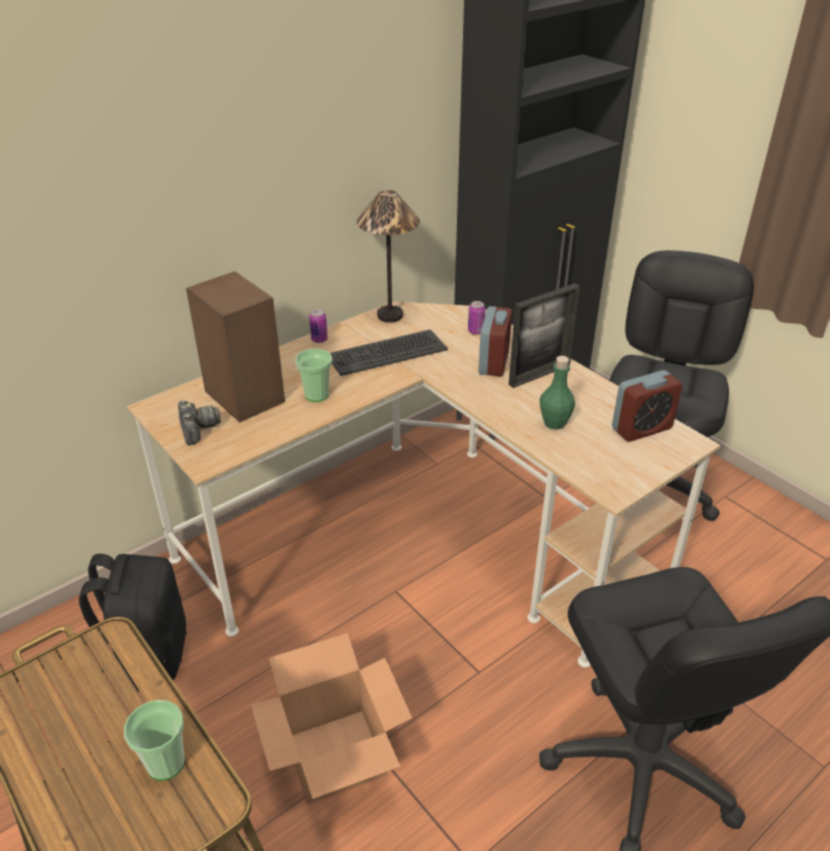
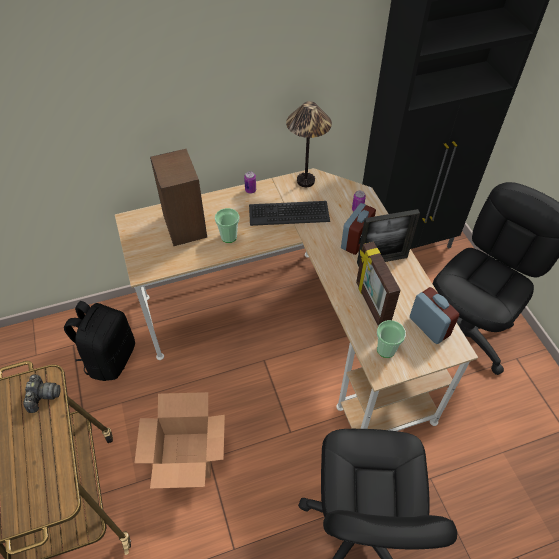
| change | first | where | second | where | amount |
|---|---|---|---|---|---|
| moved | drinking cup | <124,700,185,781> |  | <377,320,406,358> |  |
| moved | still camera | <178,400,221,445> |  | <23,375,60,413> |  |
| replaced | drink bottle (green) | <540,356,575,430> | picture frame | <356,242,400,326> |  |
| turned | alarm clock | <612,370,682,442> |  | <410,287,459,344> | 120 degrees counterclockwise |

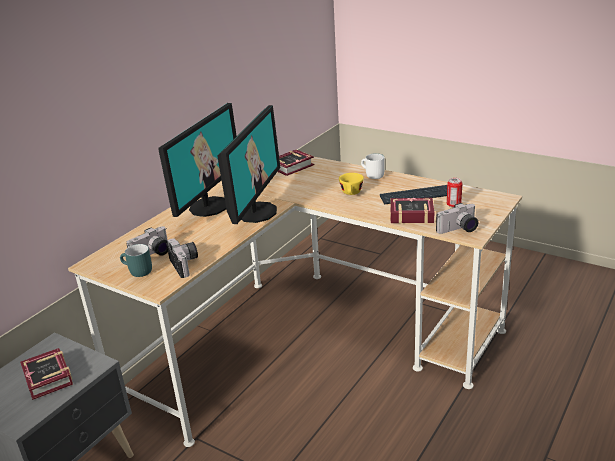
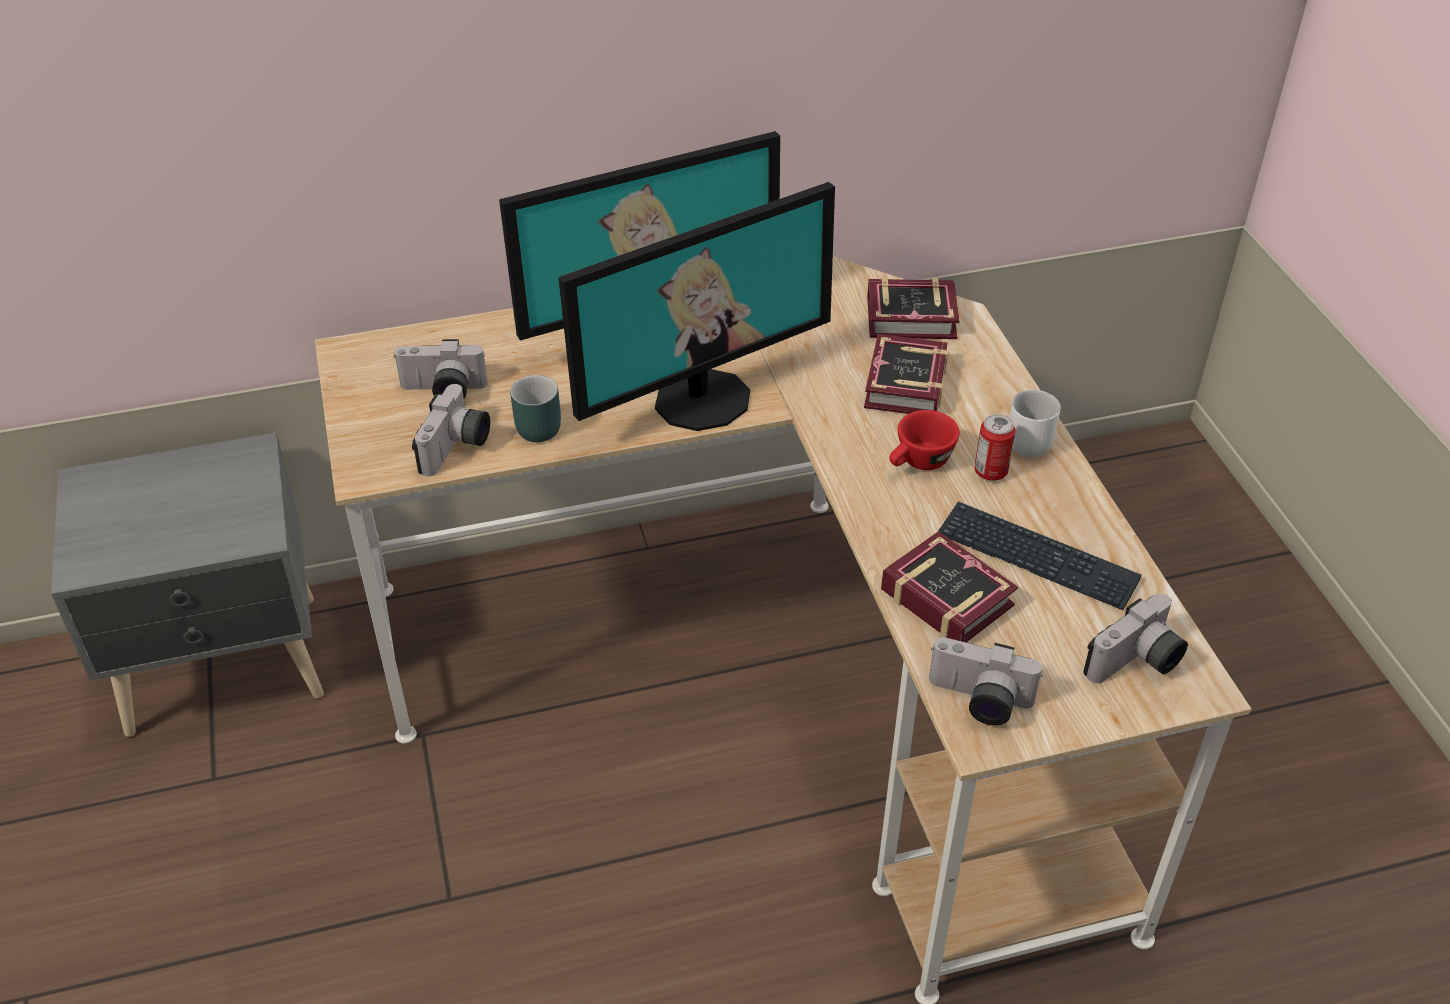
| change | first | where | second | where | amount |
|---|---|---|---|---|---|
| added |  |  | still camera | <1083,593,1188,683> |  |
| moved | volume | <20,348,73,400> |  | <864,334,949,414> |  |
| moved | mug (blue-green) | <120,244,152,277> |  | <510,375,561,442> |  |
| moved | can | <447,178,462,208> |  | <974,414,1015,481> |  |
| recoloured | drinking cup (yellow) | <339,173,364,195> | drinking cup (red) | <889,410,960,470> |  |

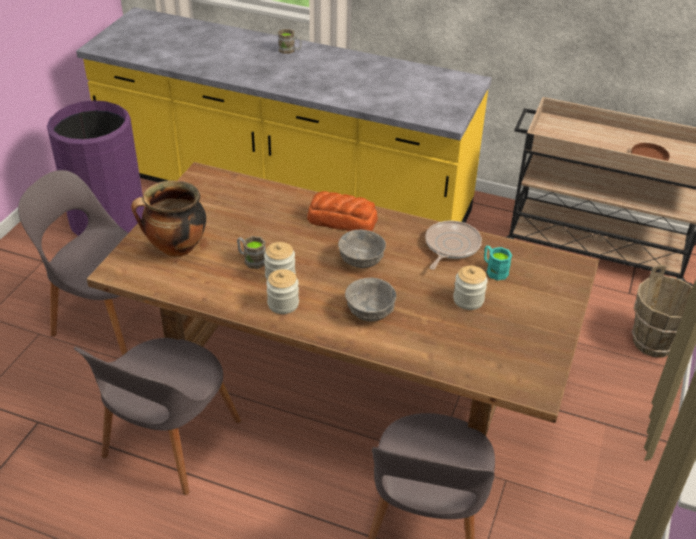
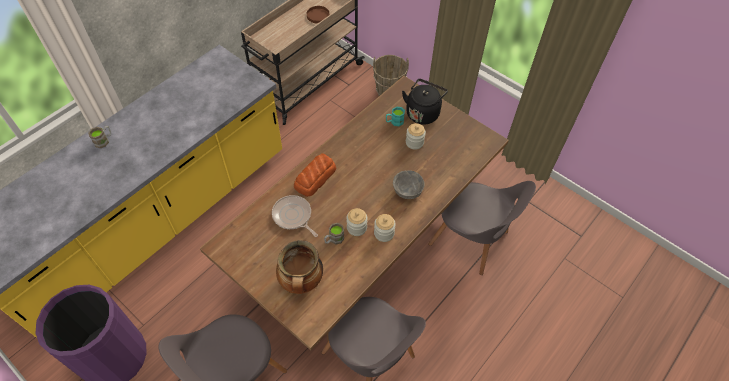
| change | first | where | second | where | amount |
|---|---|---|---|---|---|
| removed | bowl (grey) | <338,229,386,268> |  |  |  |
| added |  |  | tea kettle (black) | <402,79,448,125> |  |
| moved | pan | <425,221,482,270> |  | <272,195,318,237> |  |

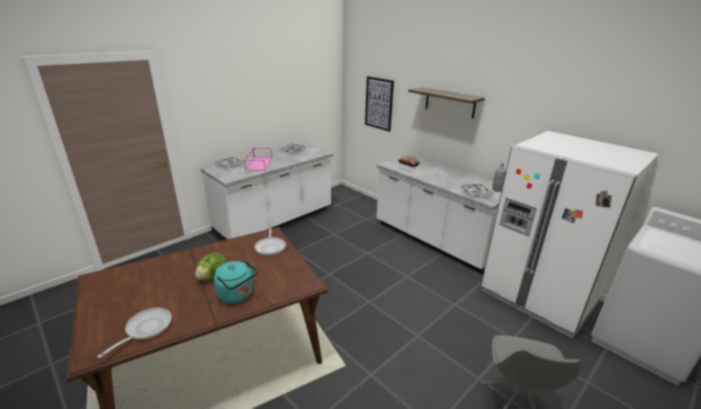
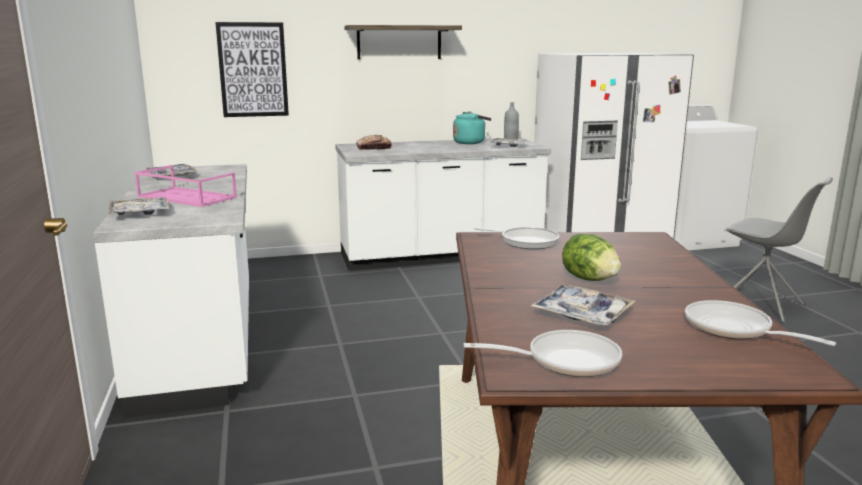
| change | first | where | second | where | amount |
|---|---|---|---|---|---|
| added |  |  | pan | <464,330,622,377> |  |
| added |  |  | tray | <531,284,635,326> |  |
| moved | tea kettle (blue-green) | <213,260,258,303> |  | <453,111,491,144> |  |

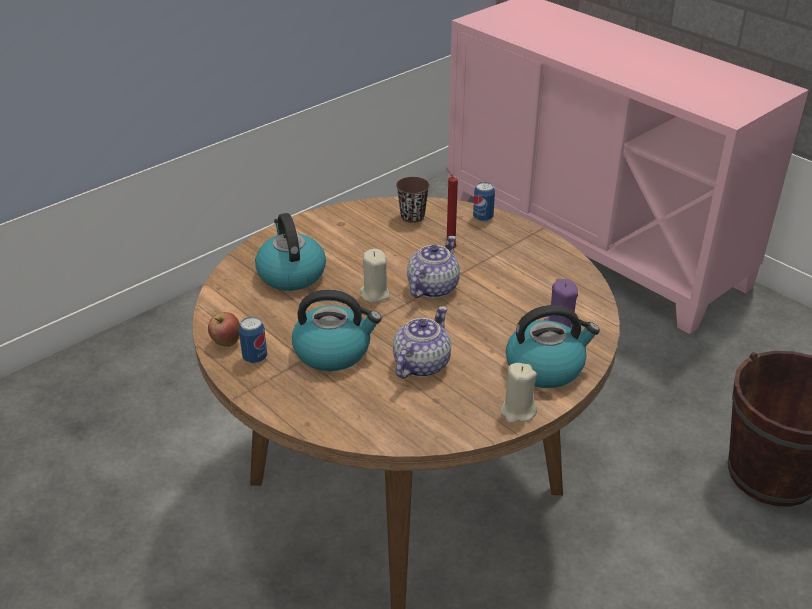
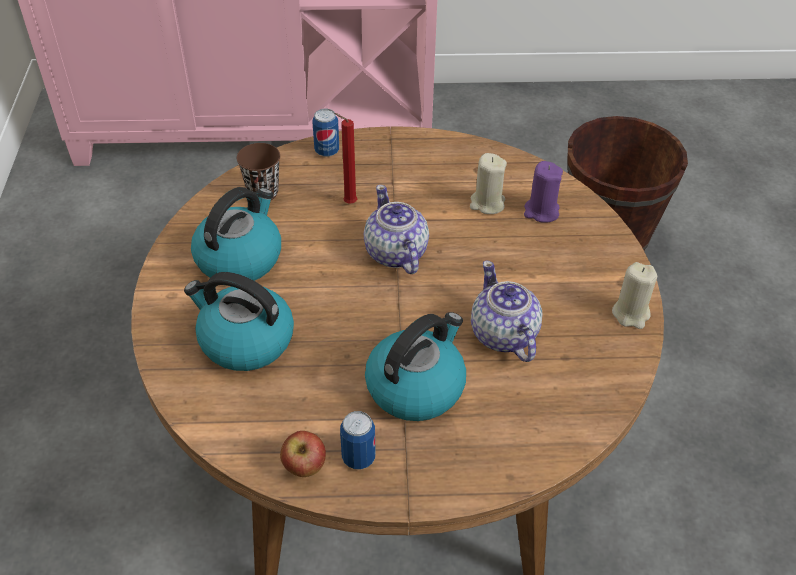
| change | first | where | second | where | amount |
|---|---|---|---|---|---|
| moved | candle (sand-coloured) | <360,249,390,303> |  | <470,153,507,214> |  |
| moved | tea kettle | <506,305,600,388> |  | <191,187,281,281> |  |

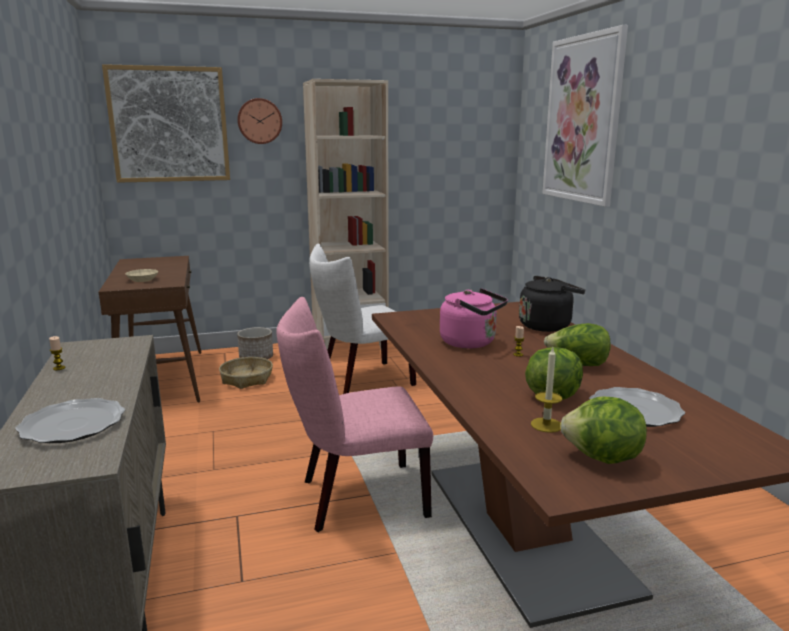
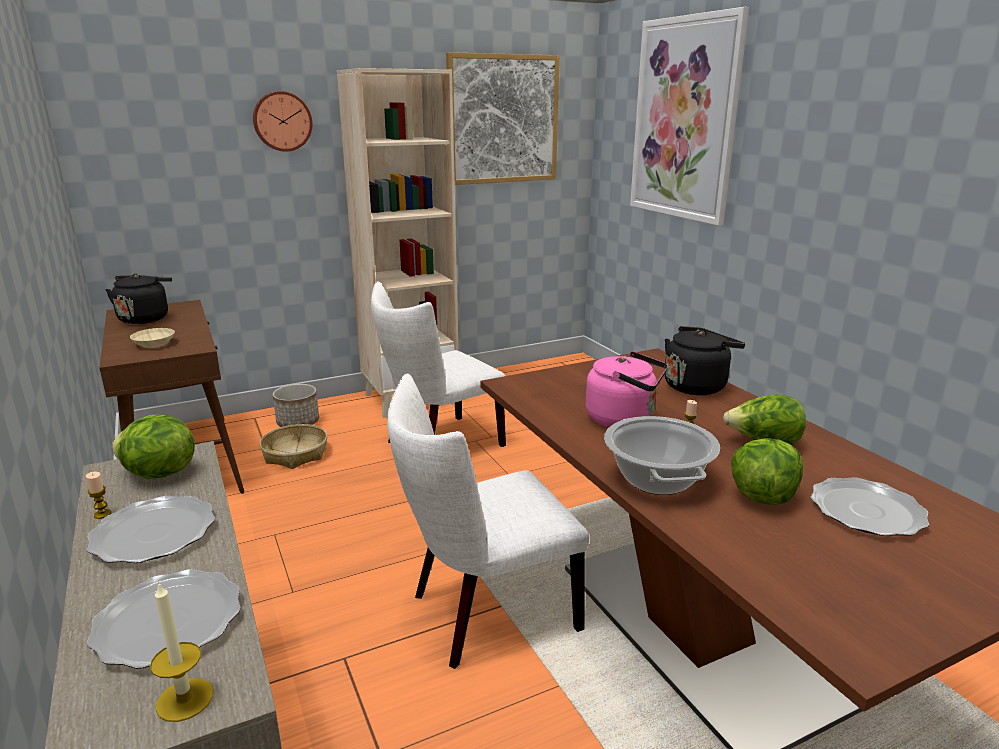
| change | first | where | second | where | amount |
|---|---|---|---|---|---|
| added |  |  | dinner plate | <87,496,215,563> |  |
| added |  |  | tea kettle (black) | <106,274,172,324> |  |
| added |  |  | saucepot | <604,416,720,495> |  |
| moved | picture | <102,64,230,183> |  | <446,52,560,185> |  |
| moved | candle | <531,347,562,433> |  | <150,582,213,722> |  |
| moved | lettuce head | <560,397,647,464> |  | <112,415,195,479> |  |
| recoloured | chair (pinkish) | <276,297,433,532> | chair (whitish) | <387,374,589,669> |  |

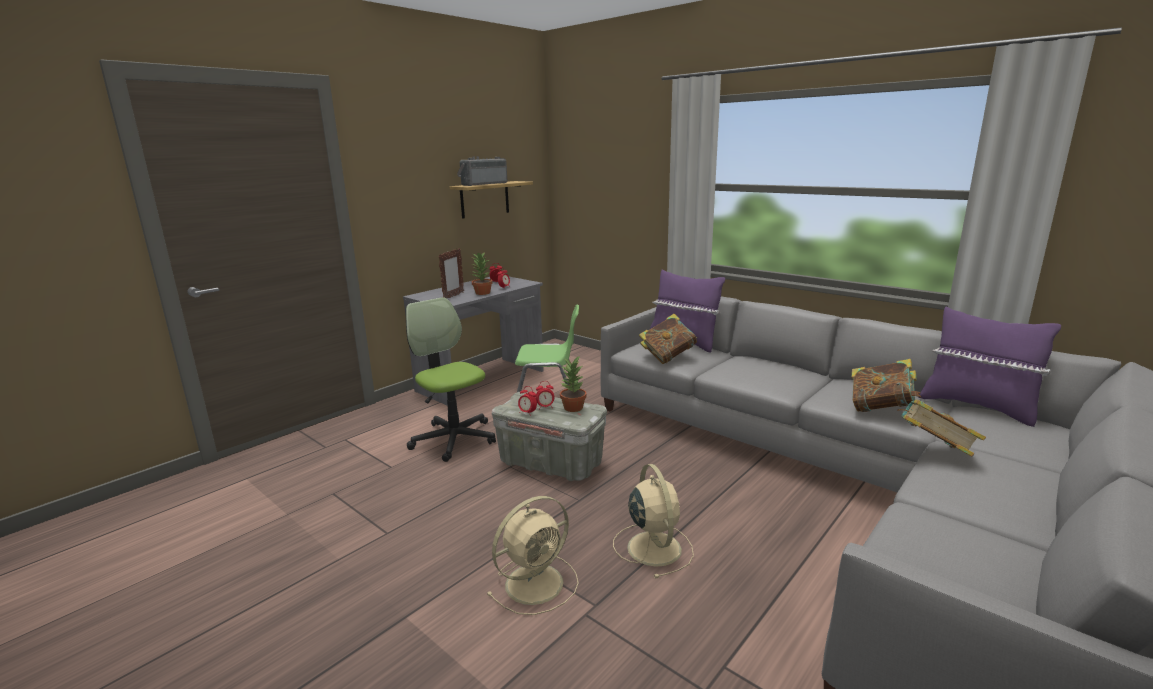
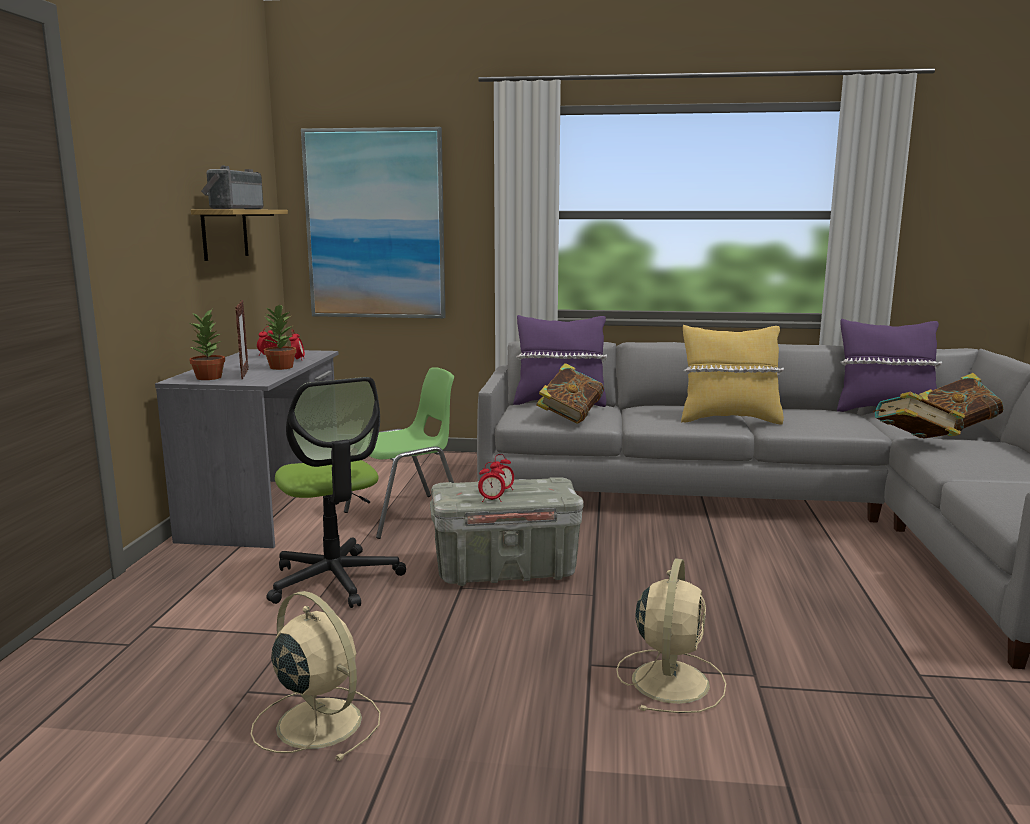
| change | first | where | second | where | amount |
|---|---|---|---|---|---|
| added |  |  | picture | <301,127,446,318> |  |
| added |  |  | throw pillow (yellow) | <681,325,784,425> |  |
| moved | plant in a pot | <560,356,587,412> |  | <188,309,225,380> |  |
| moved | fan (sand-coloured) | <613,464,694,578> |  | <251,591,380,761> |  |
| moved | volume | <852,359,921,412> |  | <919,373,1003,431> |  |
| turned | office chair | <406,297,496,462> |  | <266,377,406,608> | 135 degrees counterclockwise |

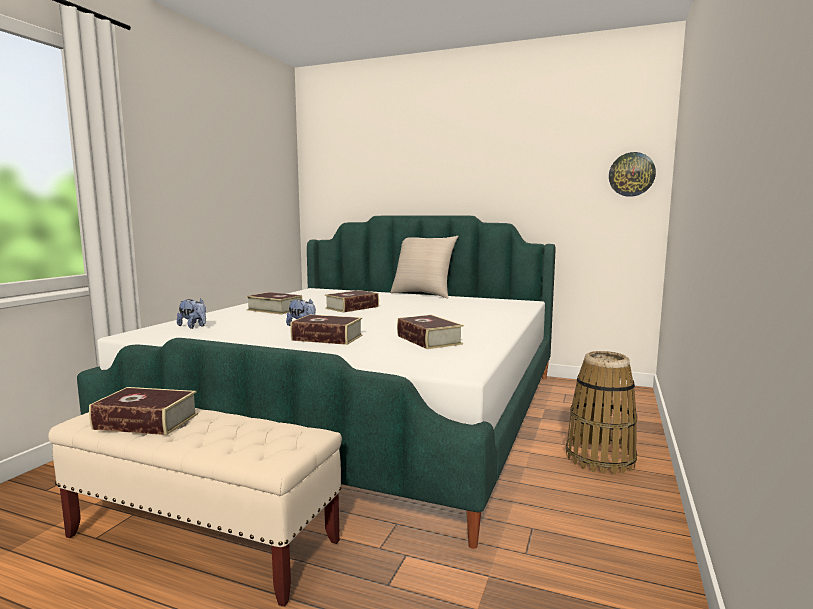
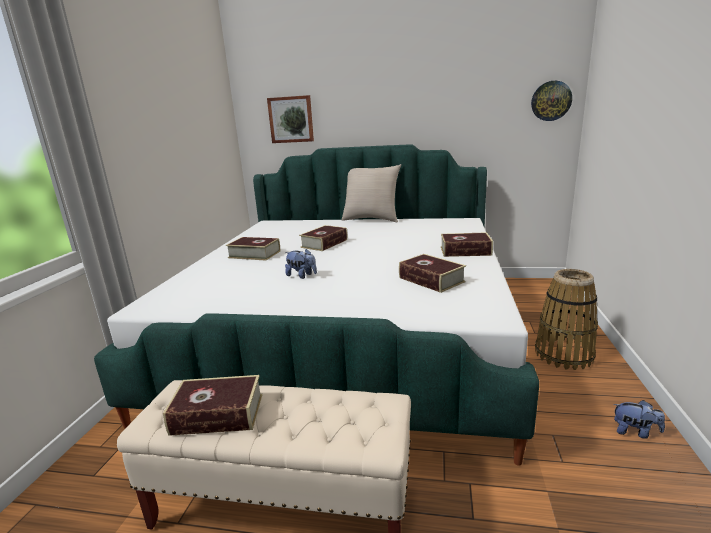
| change | first | where | second | where | amount |
|---|---|---|---|---|---|
| added |  |  | picture | <267,95,314,143> |  |
| moved | soft toy | <177,298,206,329> |  | <613,400,665,439> |  |
| moved | volume | <290,314,363,345> |  | <441,232,493,257> |  |

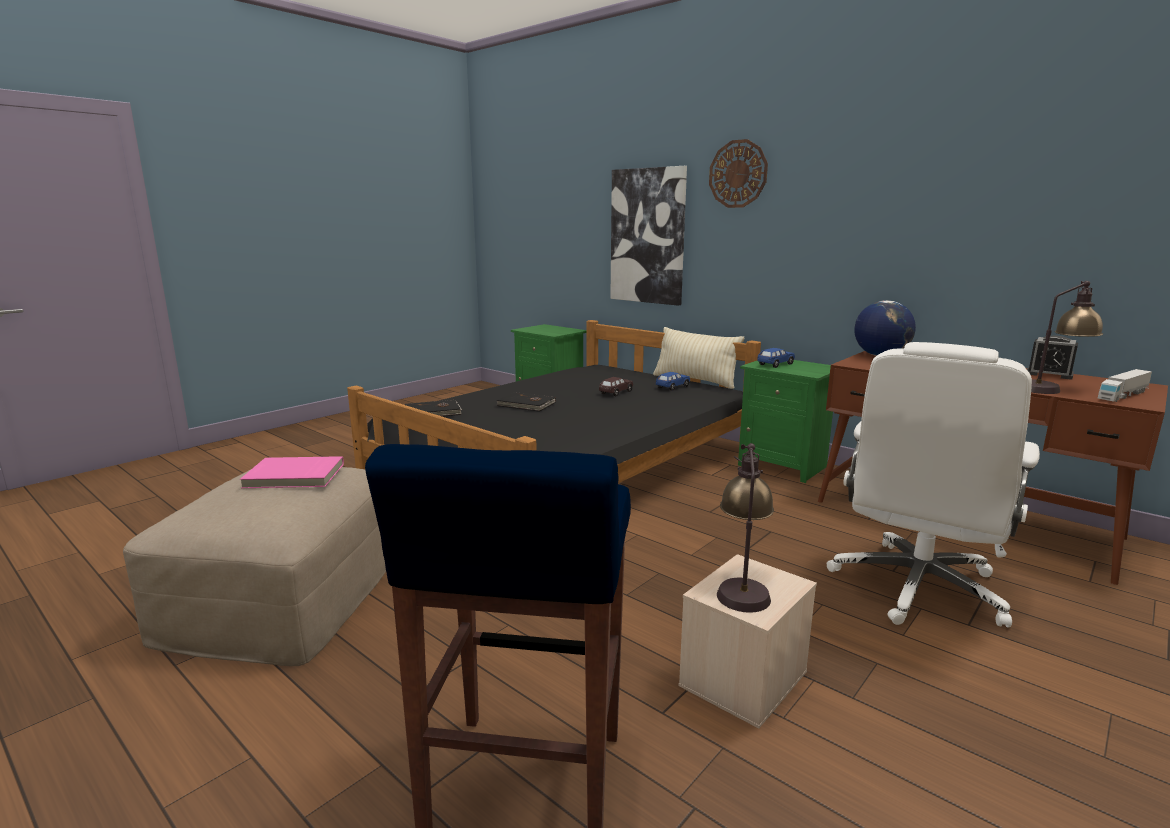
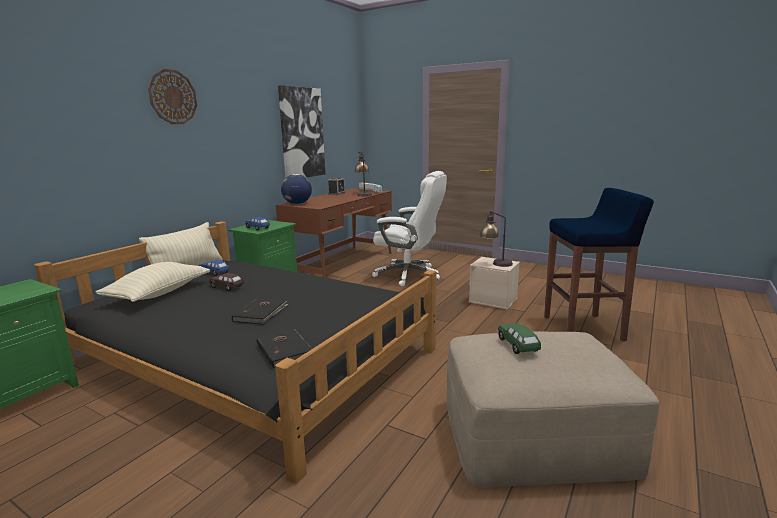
| change | first | where | second | where | amount |
|---|---|---|---|---|---|
| added |  |  | throw pillow (sand-coloured) | <96,262,210,302> |  |
| moved | picture | <610,166,687,306> |  | <278,85,325,178> |  |
| replaced | volume (pinkish) | <240,456,344,488> | miniature car (green) | <498,323,541,354> |  |

